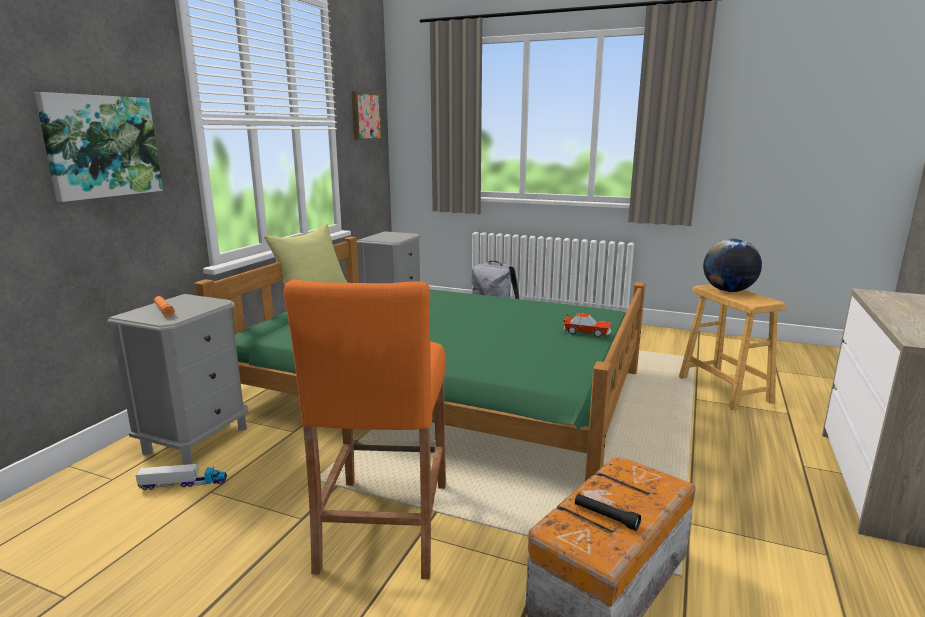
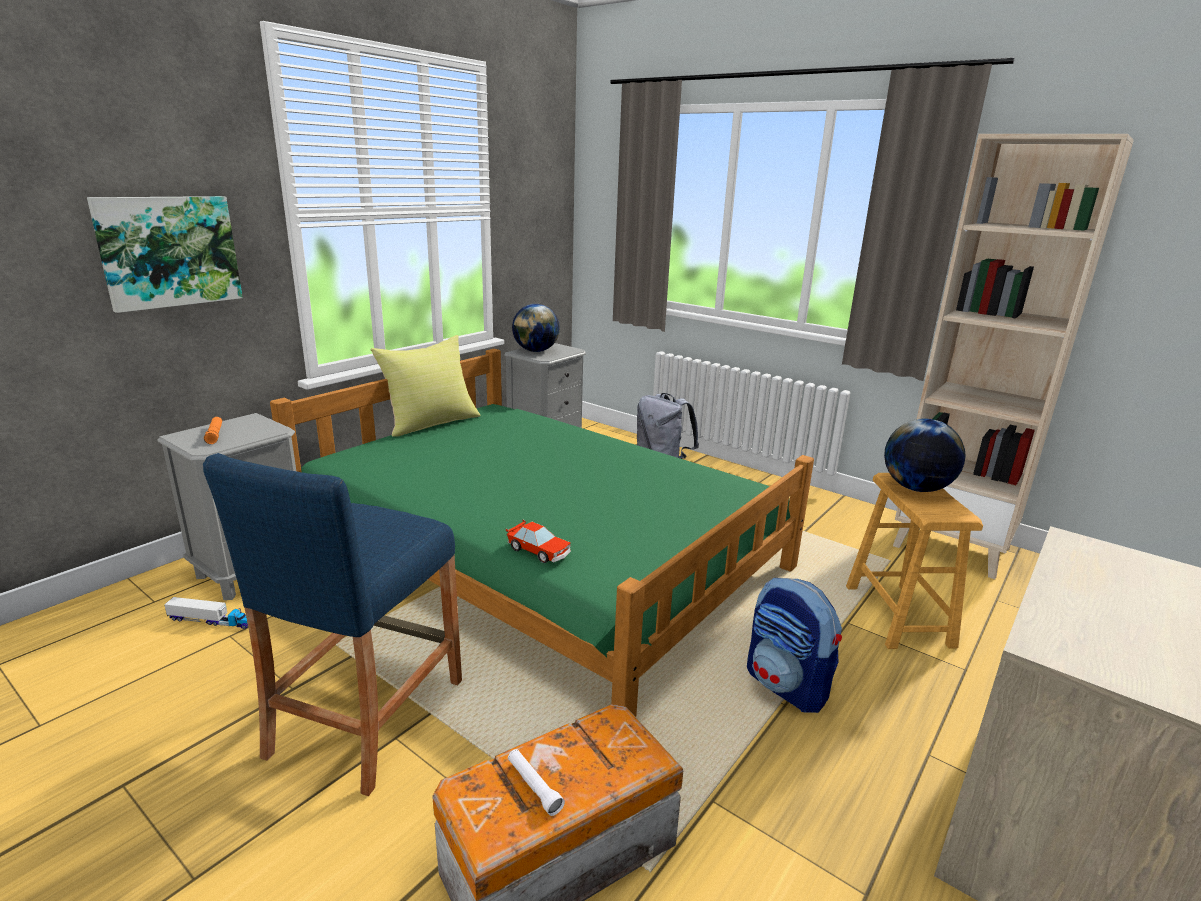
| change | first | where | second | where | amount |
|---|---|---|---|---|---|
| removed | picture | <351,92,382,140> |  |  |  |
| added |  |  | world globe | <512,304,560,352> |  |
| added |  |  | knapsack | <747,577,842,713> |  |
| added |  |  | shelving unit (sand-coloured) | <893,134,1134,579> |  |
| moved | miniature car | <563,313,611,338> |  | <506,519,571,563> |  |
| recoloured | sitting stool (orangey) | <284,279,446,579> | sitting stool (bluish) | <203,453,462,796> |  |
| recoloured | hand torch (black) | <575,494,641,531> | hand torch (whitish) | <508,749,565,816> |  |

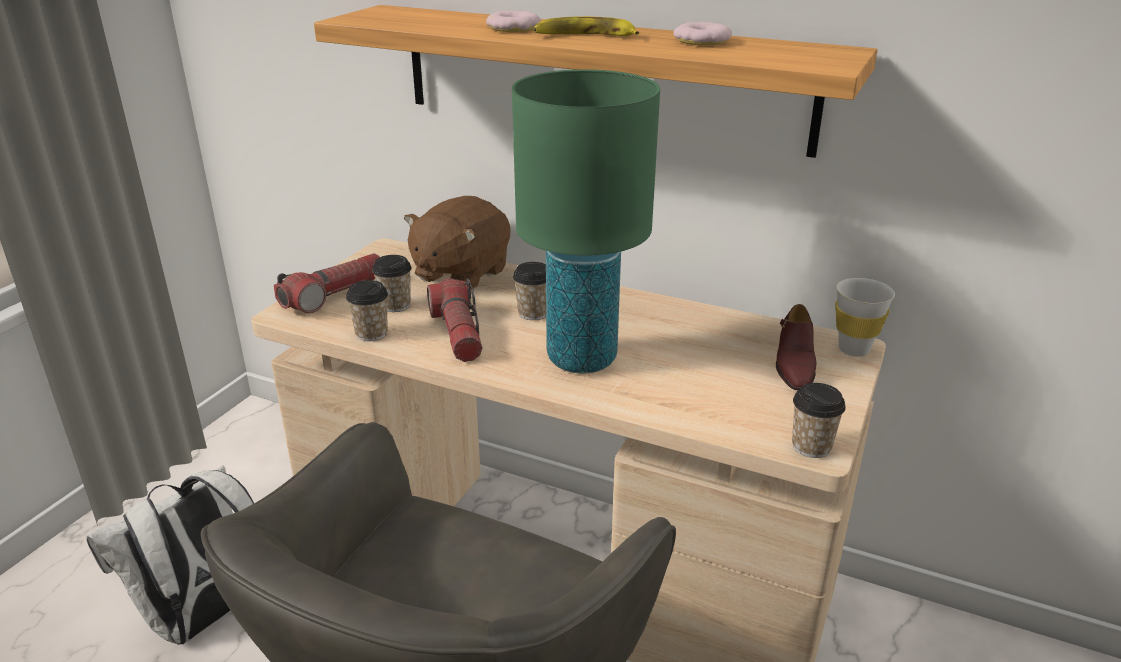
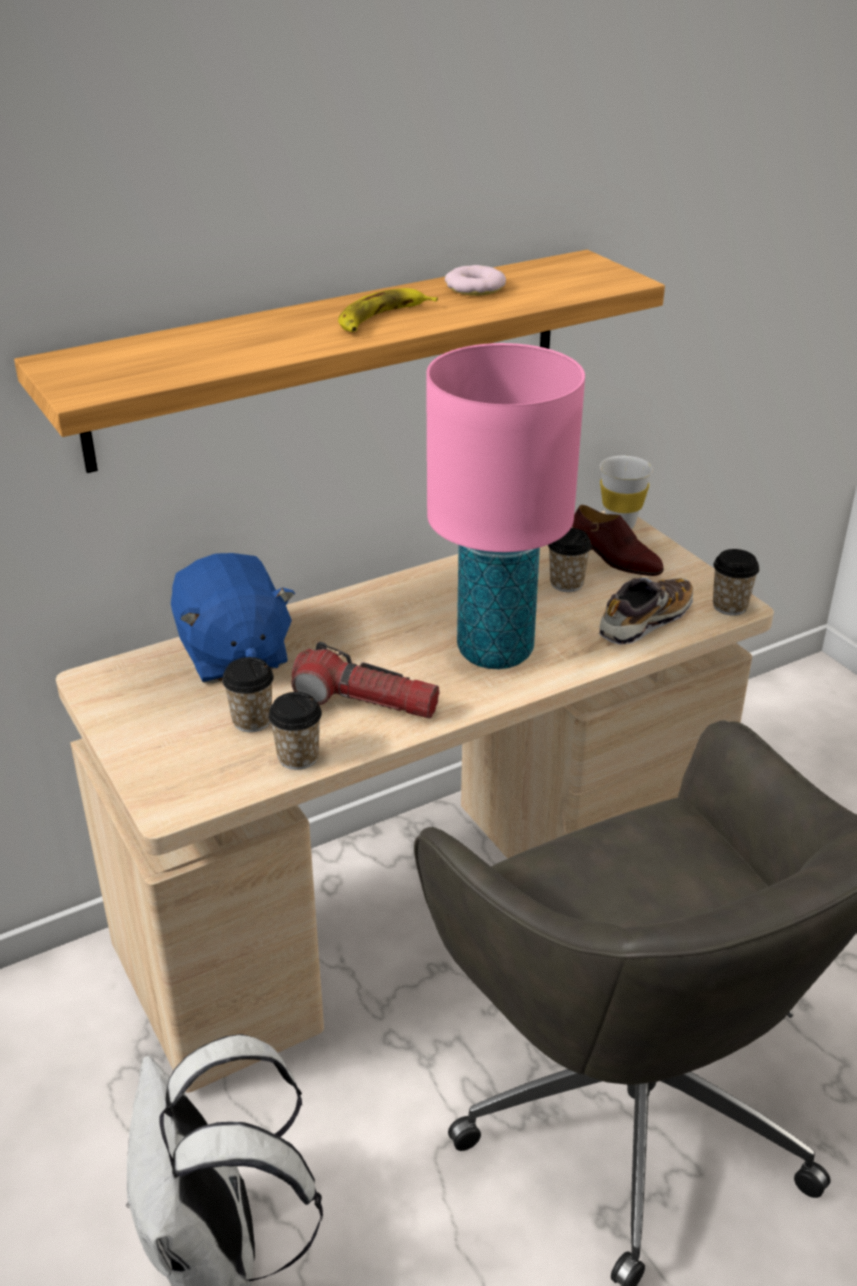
| change | first | where | second | where | amount |
|---|---|---|---|---|---|
| removed | hand torch | <274,253,380,313> |  |  |  |
| removed | doughnut | <486,11,541,32> |  |  |  |
| added |  |  | shoe | <598,578,693,644> |  |
| moved | drinking cup | <513,262,546,320> |  | <548,528,592,592> |  |
| recoloured | soft toy (brown) | <404,196,511,290> | soft toy (bluish) | <171,553,295,683> |  |
| recoloured | lamp for a table (green) | <512,69,660,374> | lamp for a table (pinkish) | <426,343,585,669> |  |

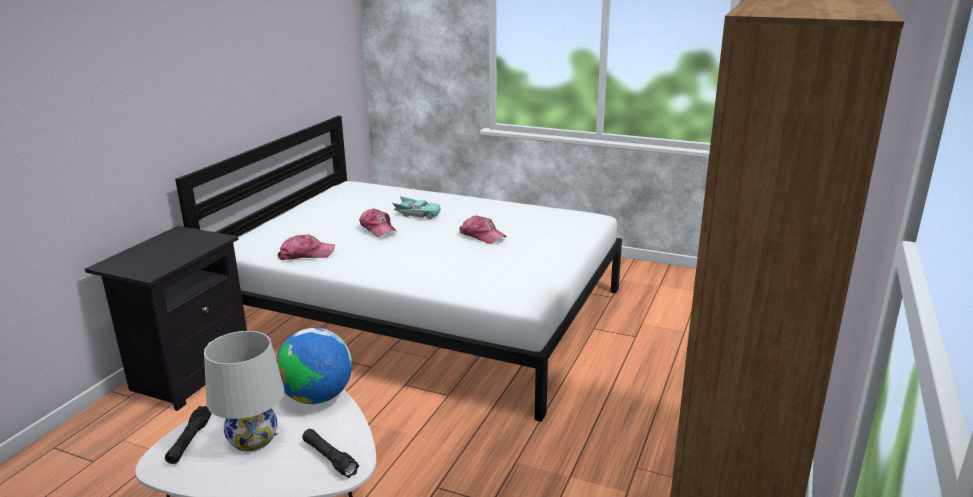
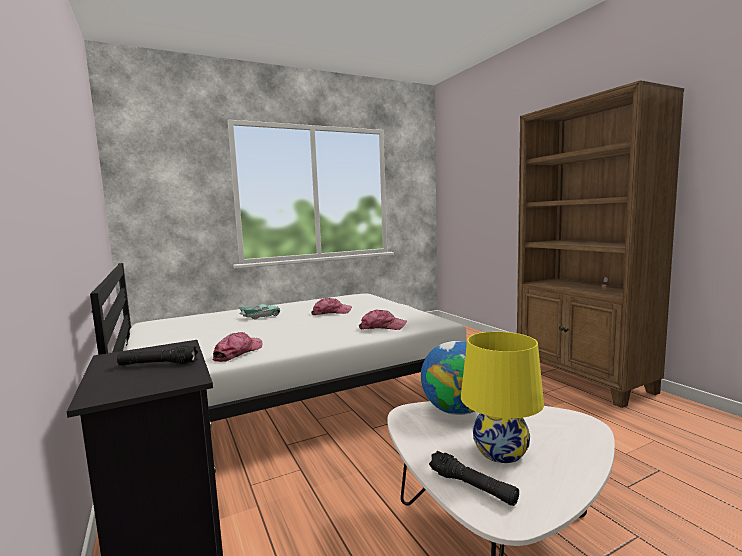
| change | first | where | second | where | amount |
|---|---|---|---|---|---|
| moved | hand torch (black) | <302,429,359,478> |  | <117,345,198,366> |  |
| moved | cap | <359,208,397,237> |  | <359,310,407,330> |  |
| recoloured | lamp for a table (whitish) | <204,331,284,451> | lamp for a table (yellow) | <461,331,544,463> |  |

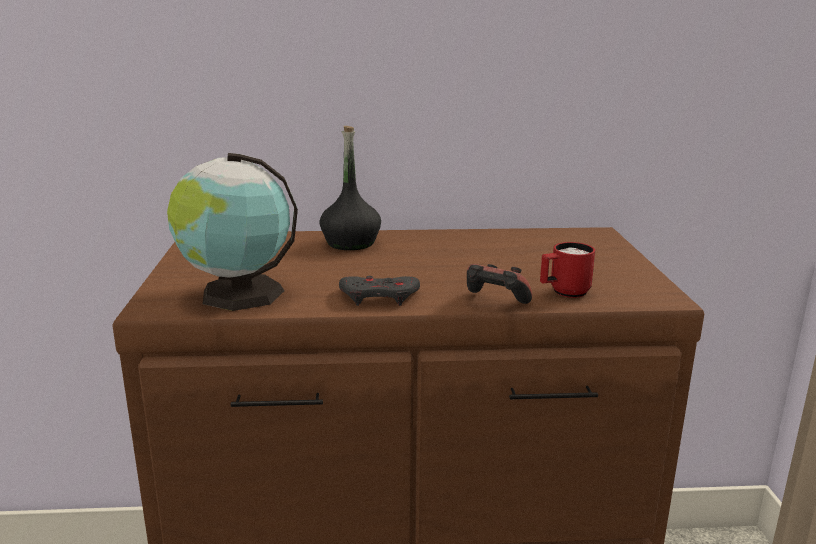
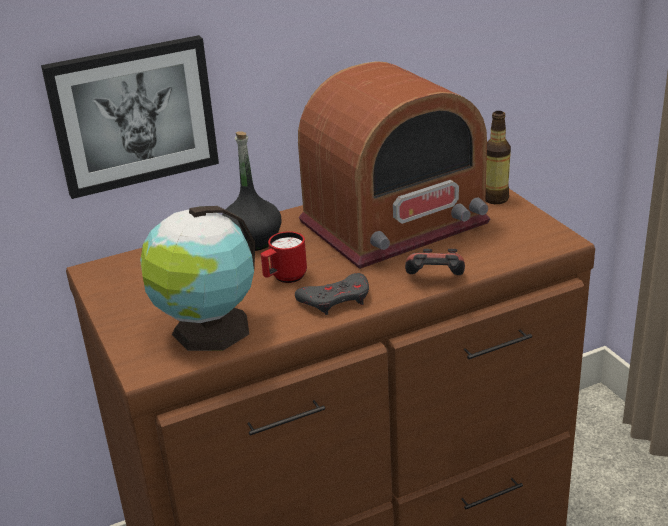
| change | first | where | second | where | amount |
|---|---|---|---|---|---|
| added |  |  | picture | <41,35,219,199> |  |
| added |  |  | radio | <298,61,491,269> |  |
| added |  |  | drink bottle | <485,111,511,204> |  |
| moved | mug (red) | <540,242,595,298> |  | <261,231,307,283> |  |

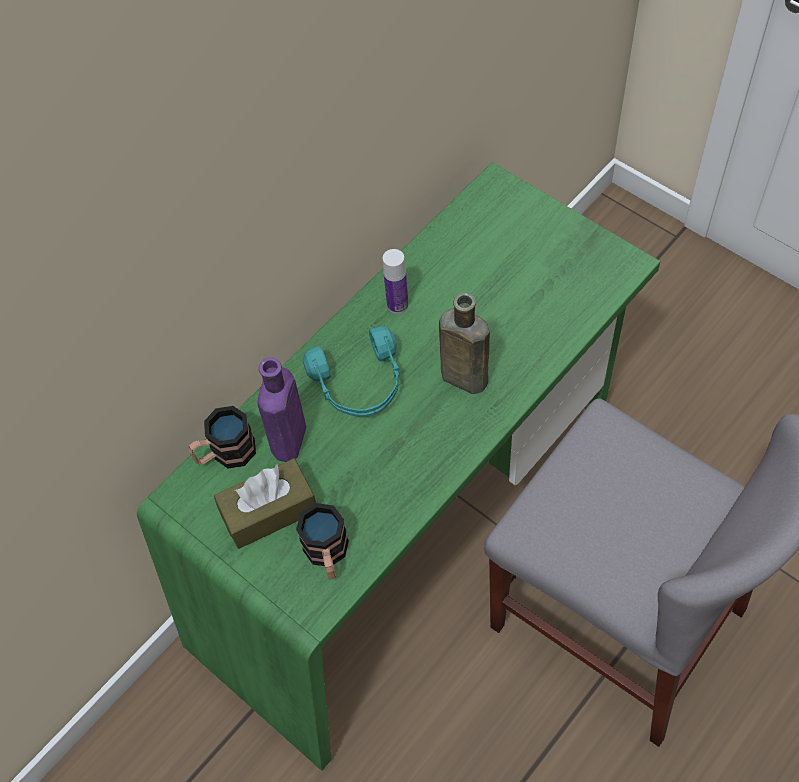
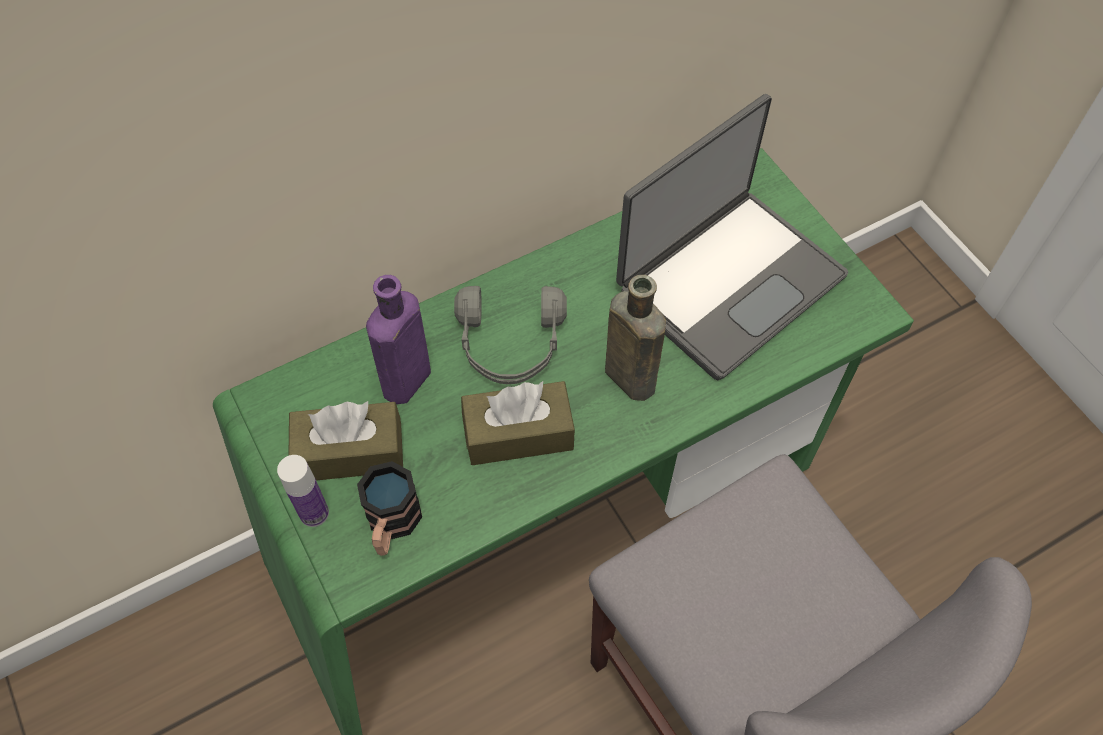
| change | first | where | second | where | amount |
|---|---|---|---|---|---|
| removed | mug | <188,406,256,468> |  |  |  |
| added |  |  | tissue box (brown) | <461,381,575,465> |  |
| added |  |  | notebook computer | <616,94,848,380> |  |
| moved | drink bottle | <383,249,409,314> |  | <277,455,329,527> |  |
| recoloured | pair of headphones (blue-green) | <303,326,400,417> | pair of headphones (grey) | <454,286,567,384> |  |

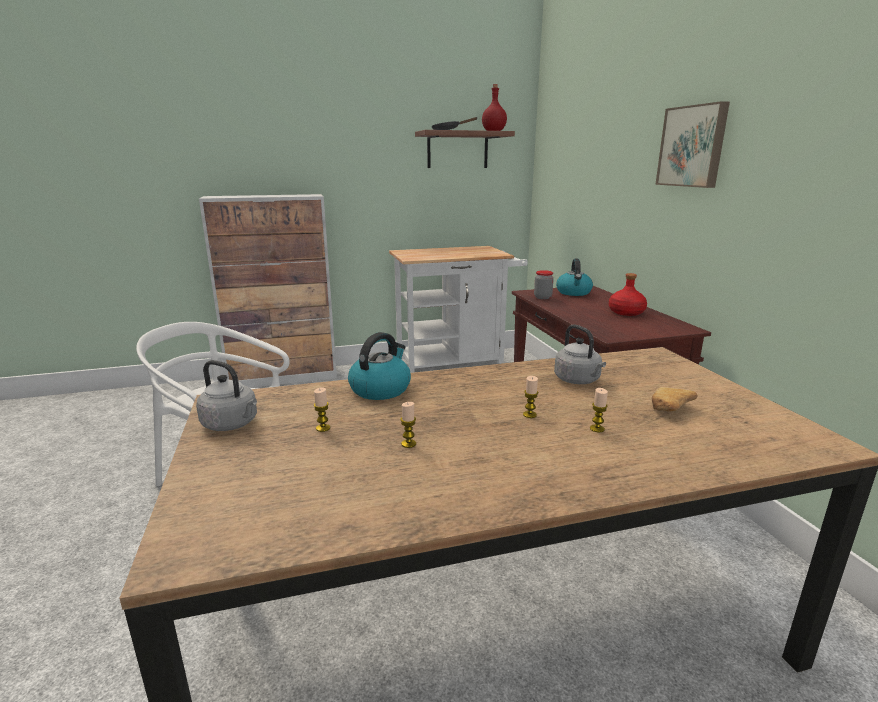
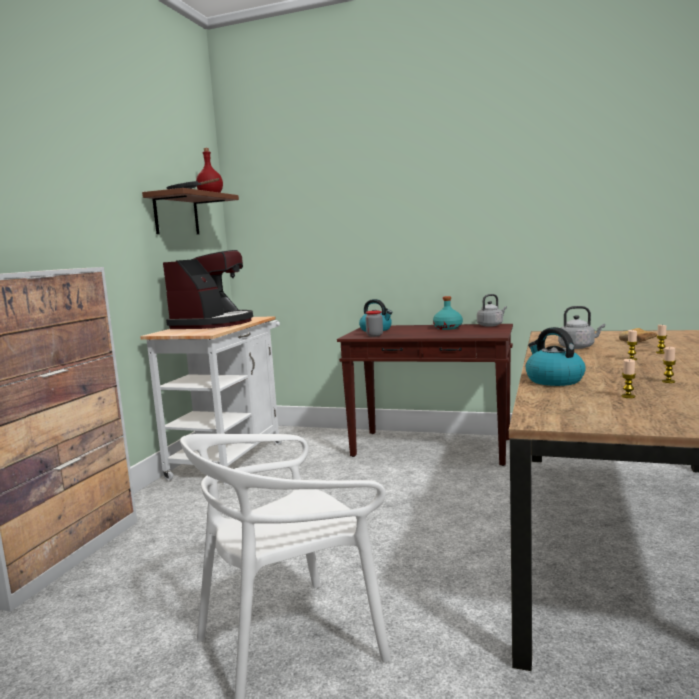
| change | first | where | second | where | amount |
|---|---|---|---|---|---|
| removed | picture | <655,101,730,188> |  |  |  |
| added |  |  | coffee brewer | <163,250,253,329> |  |
| moved | tea kettle (grey) | <196,360,257,431> |  | <477,294,507,327> |  |
| recoloured | drink bottle (red) | <609,273,647,316> | drink bottle (blue-green) | <433,296,463,330> |  |

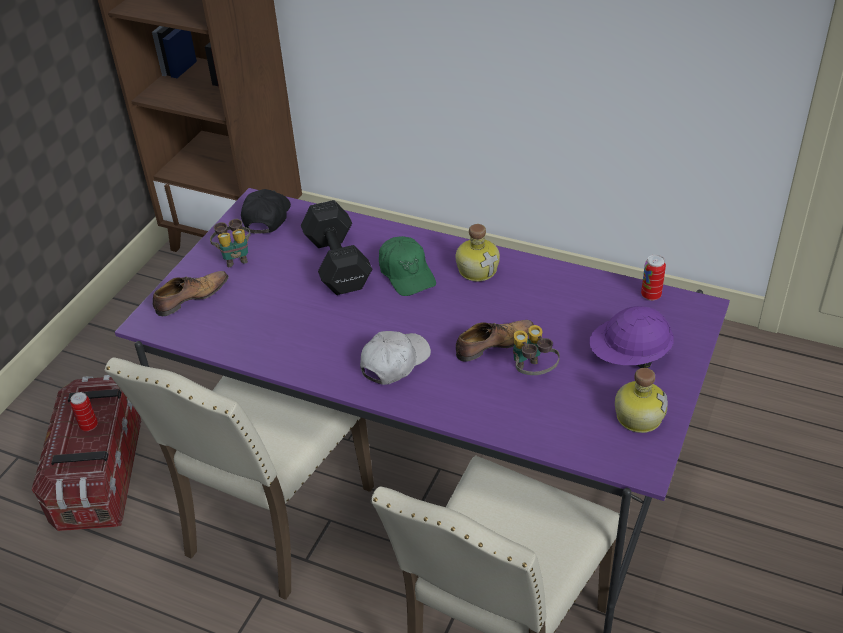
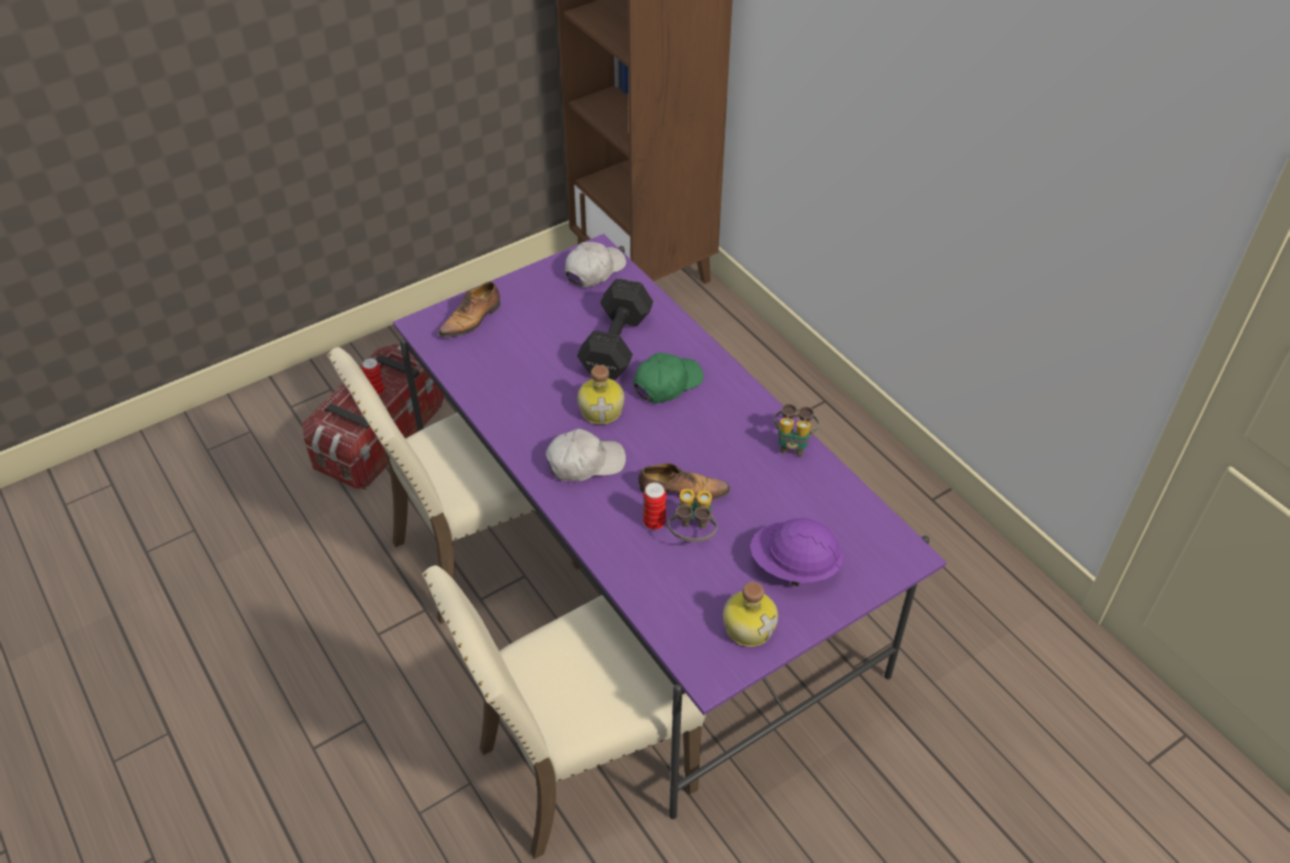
| change | first | where | second | where | amount |
|---|---|---|---|---|---|
| moved | pair of binoculars | <210,219,250,268> |  | <774,404,820,456> |  |
| moved | drink bottle | <456,224,500,281> |  | <577,365,624,424> |  |
| moved | can | <641,255,666,301> |  | <643,483,666,530> |  |
| recoloured | cap (black) | <241,189,291,234> | cap (whitish) | <565,242,626,287> |  |
| turned | shoe | <152,271,229,316> |  | <438,282,500,337> | 135 degrees clockwise |
| turned | cap (green) | <379,236,436,296> |  | <634,353,704,403> | 135 degrees counterclockwise |

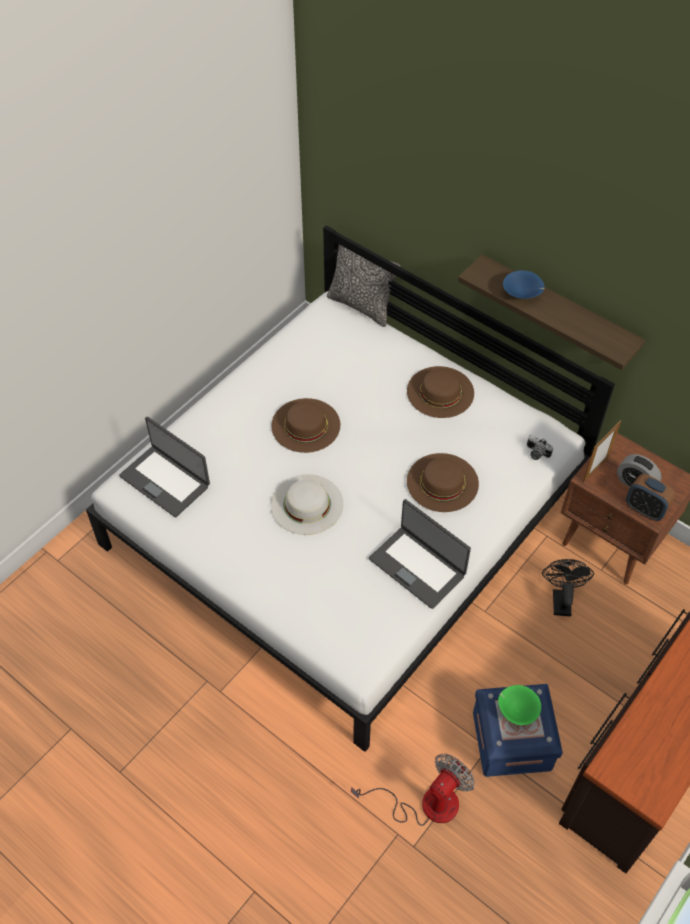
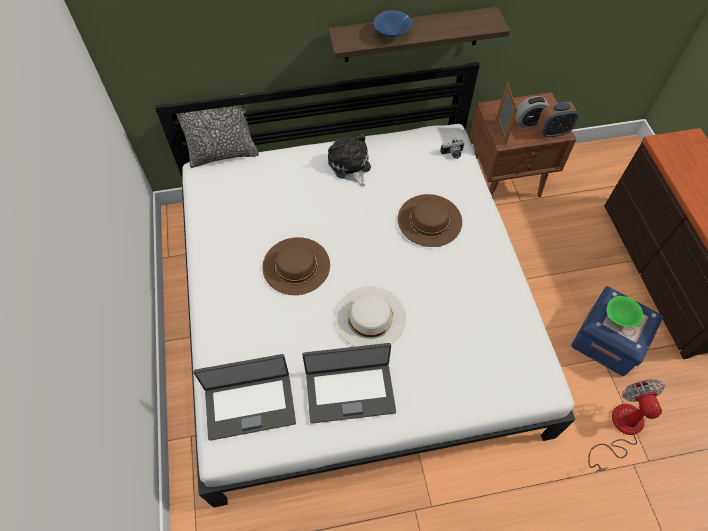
| change | first | where | second | where | amount |
|---|---|---|---|---|---|
| removed | fan (black) | <542,559,594,616> |  |  |  |
| moved | notebook computer | <369,499,471,609> |  | <302,343,396,424> |  |
| replaced | hat (brown) | <407,366,474,418> | soft toy | <328,133,371,186> |  |

